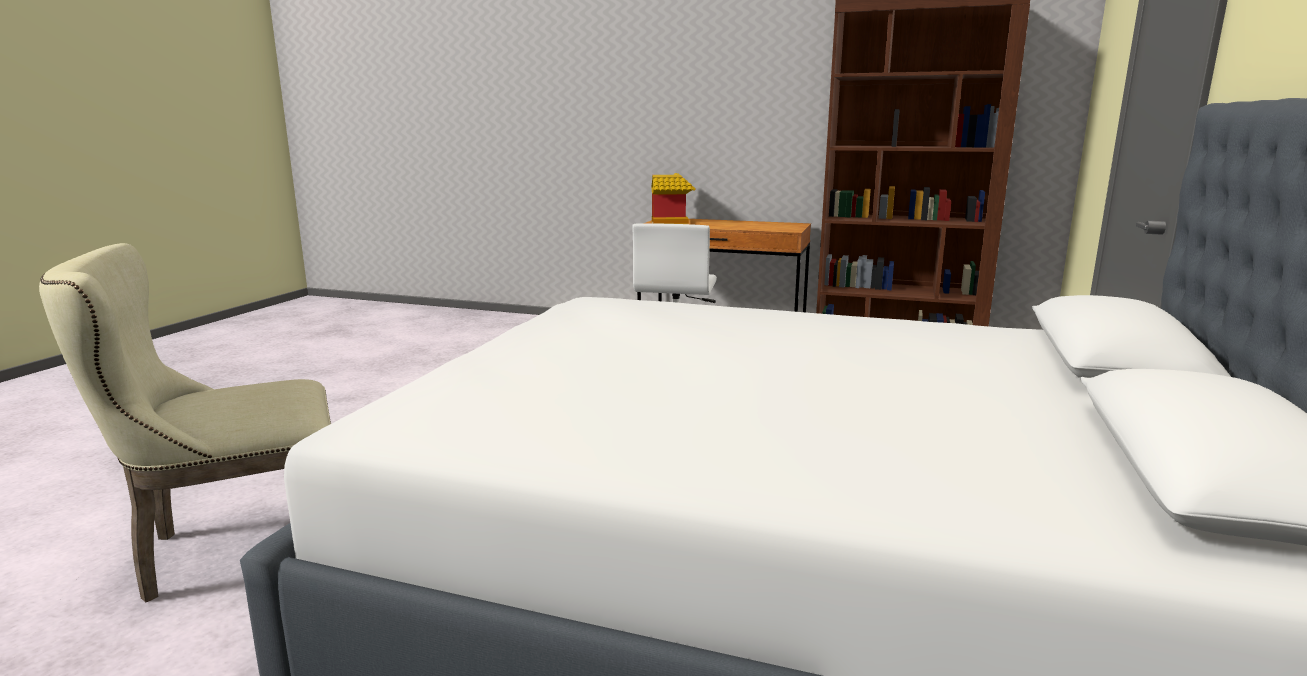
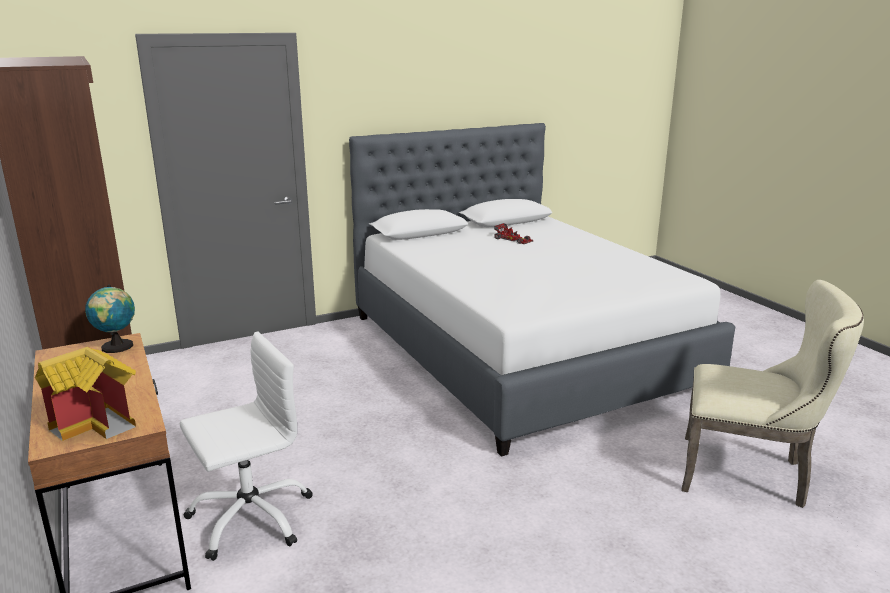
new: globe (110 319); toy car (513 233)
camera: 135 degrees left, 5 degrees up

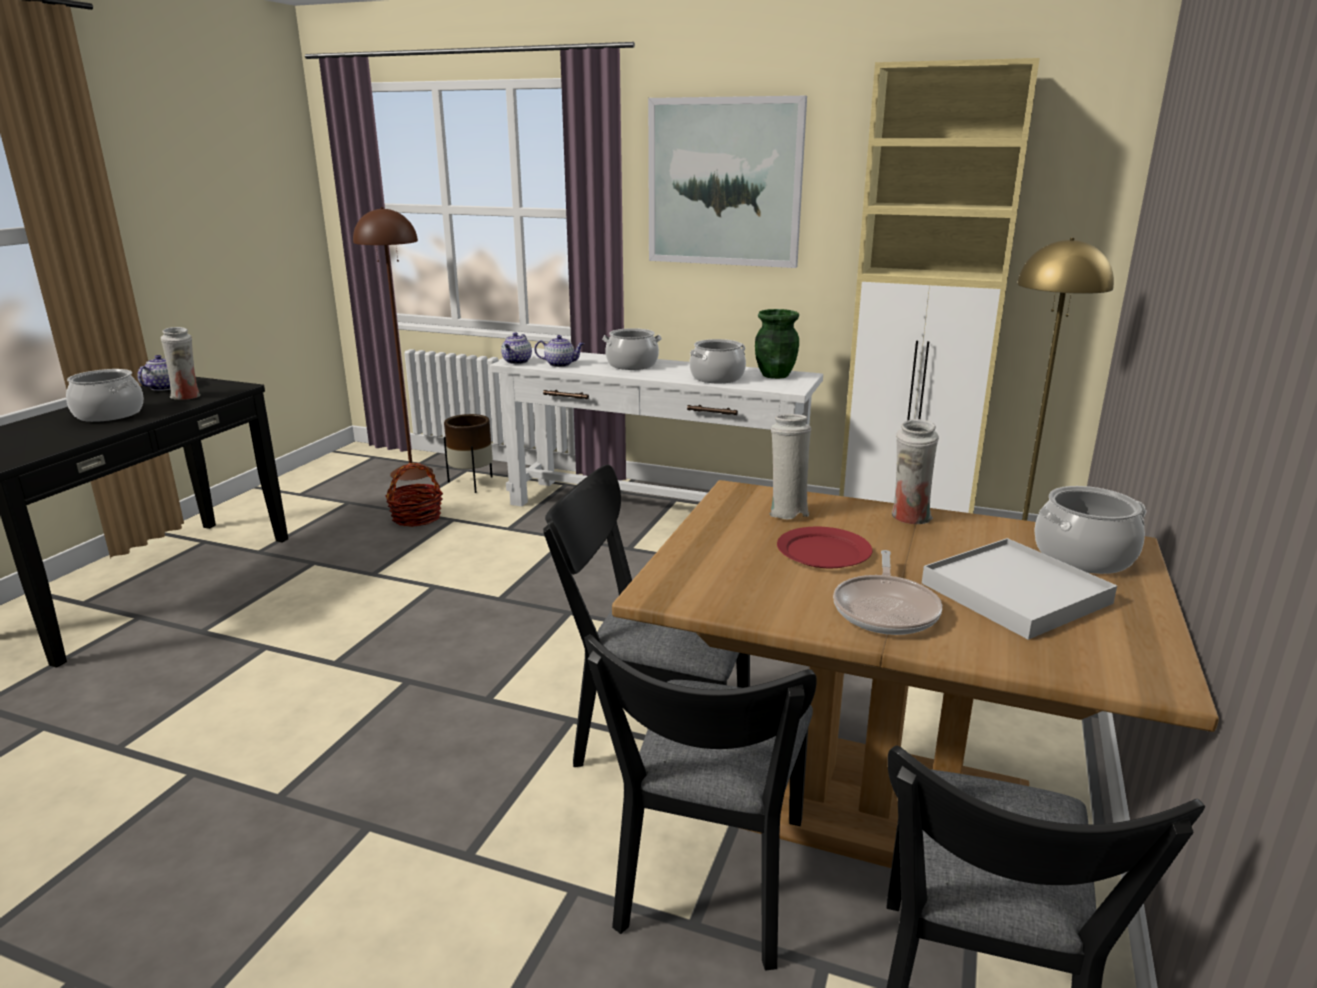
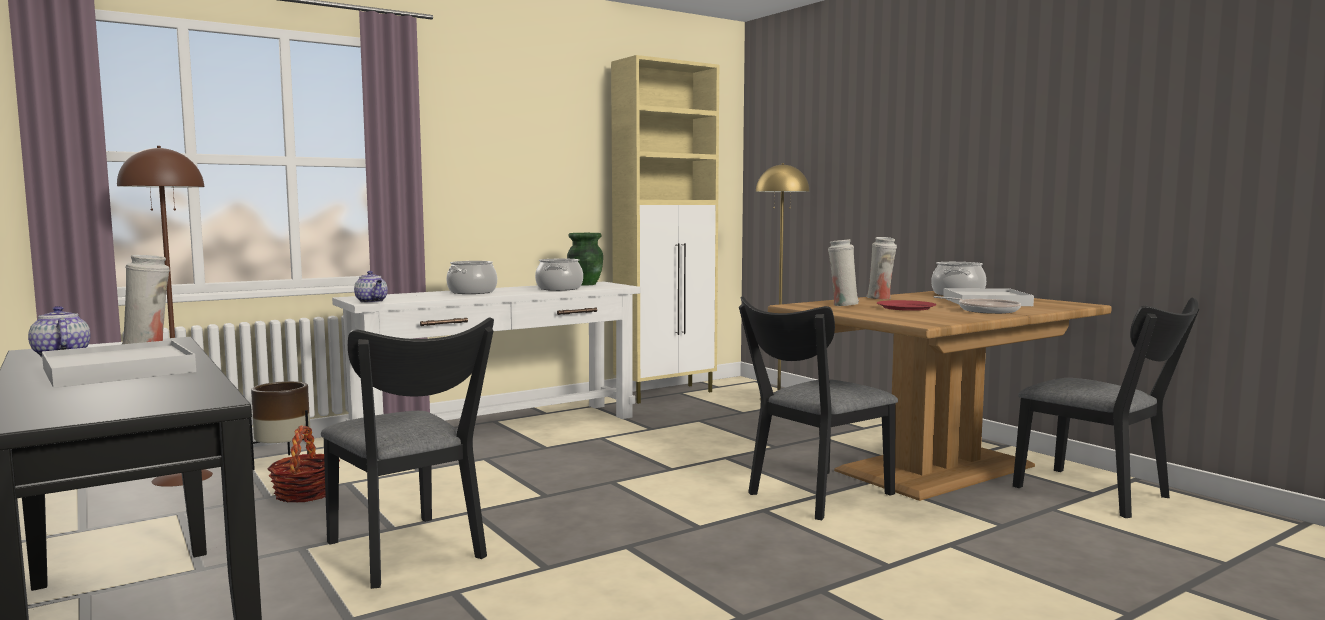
gone: teapot (560 351); picture (727 182)
shifted: black chair (700 802) to (407 453)
swapped: cooking pot (105 395) to white tray (119 364)
camera: 55 degrees left, 15 degrees down

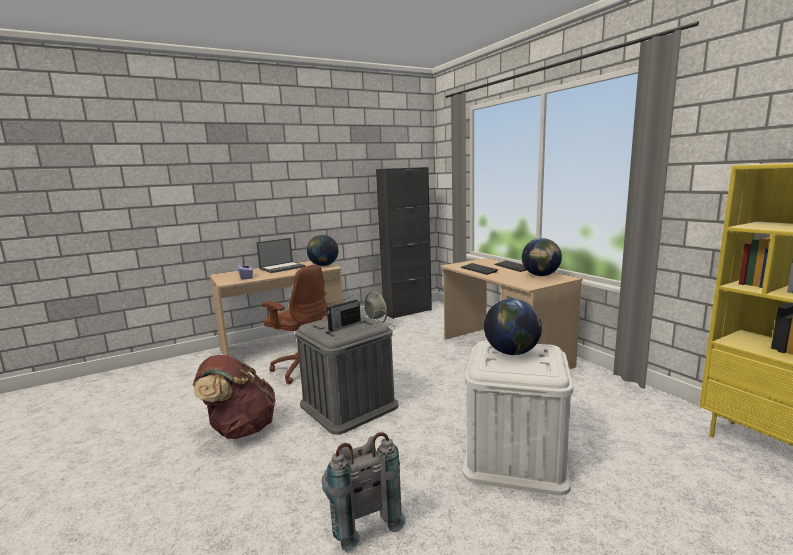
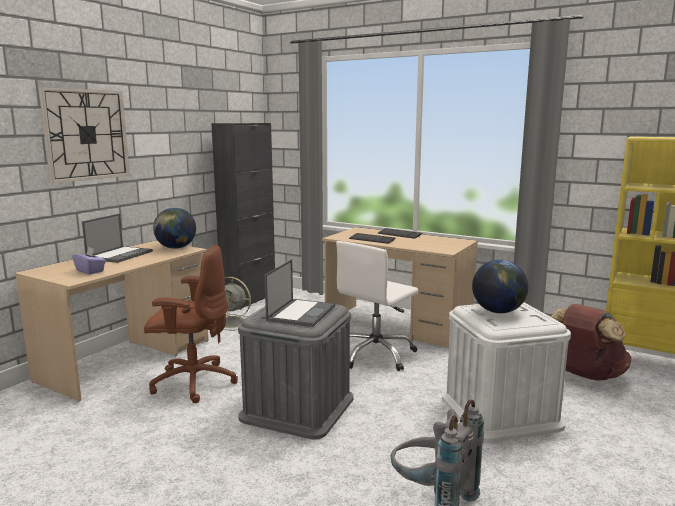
gone: globe (542 257)
new: wall clock (84 135); white office chair (377 306)
shifted: brown backpack (234 397) to (591 342)
swapped: radio (344 314) to laptop (300 293)
camera: 30 degrees left, 0 degrees up

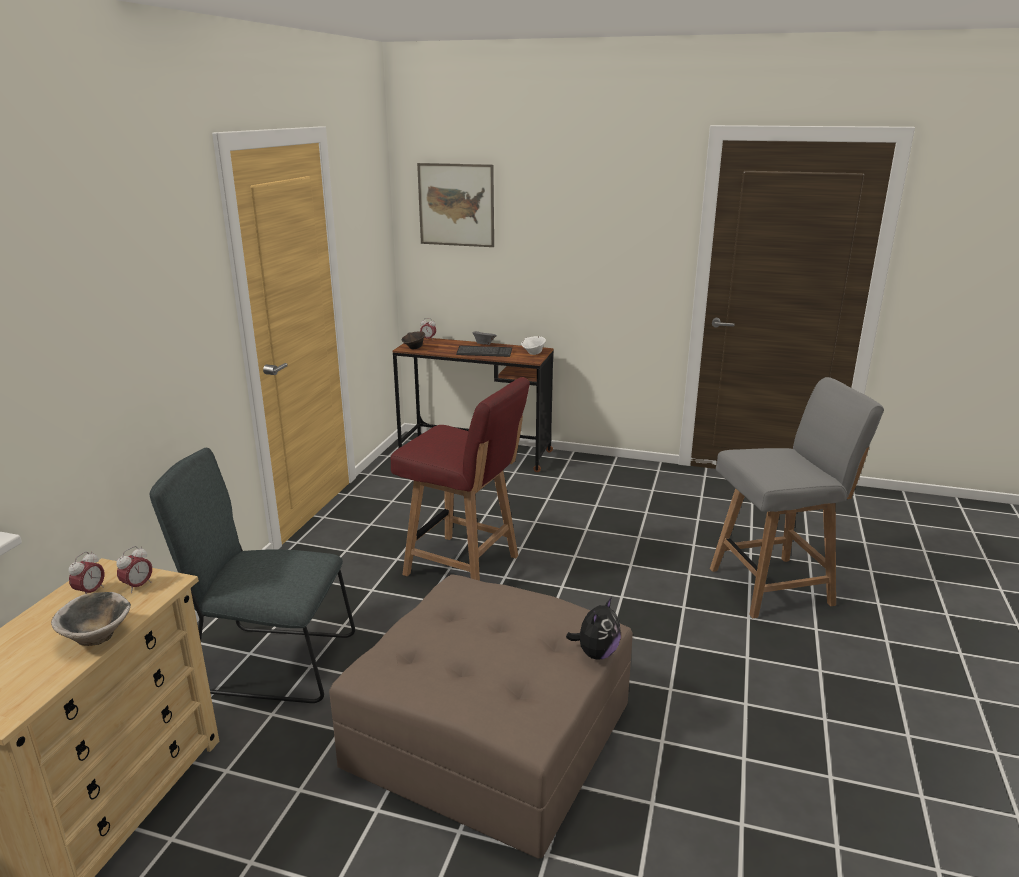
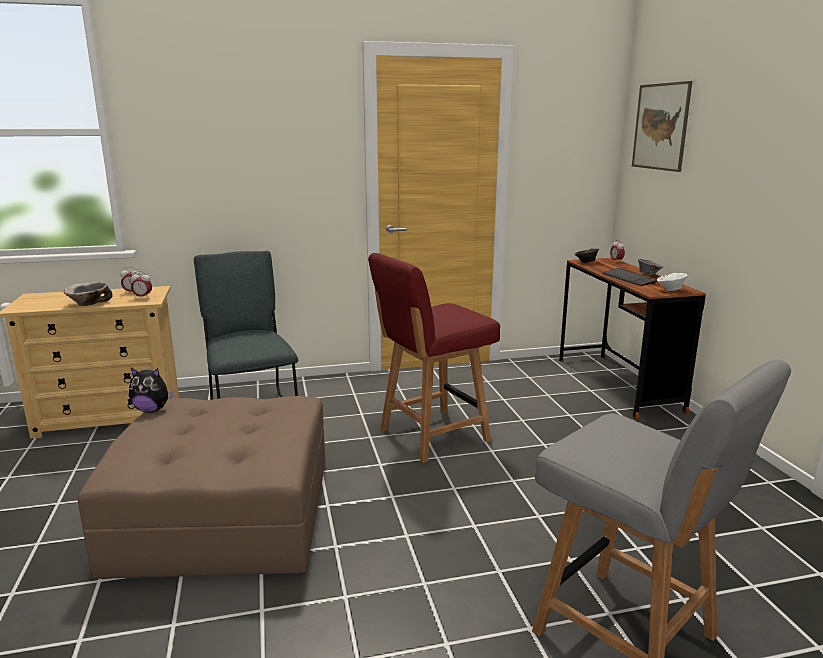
shifted: plush toy (593 628) to (152 390)
rotated: red chair (460 479) = (434 358) 60 degrees clockwise
camera: 60 degrees right, 5 degrees down

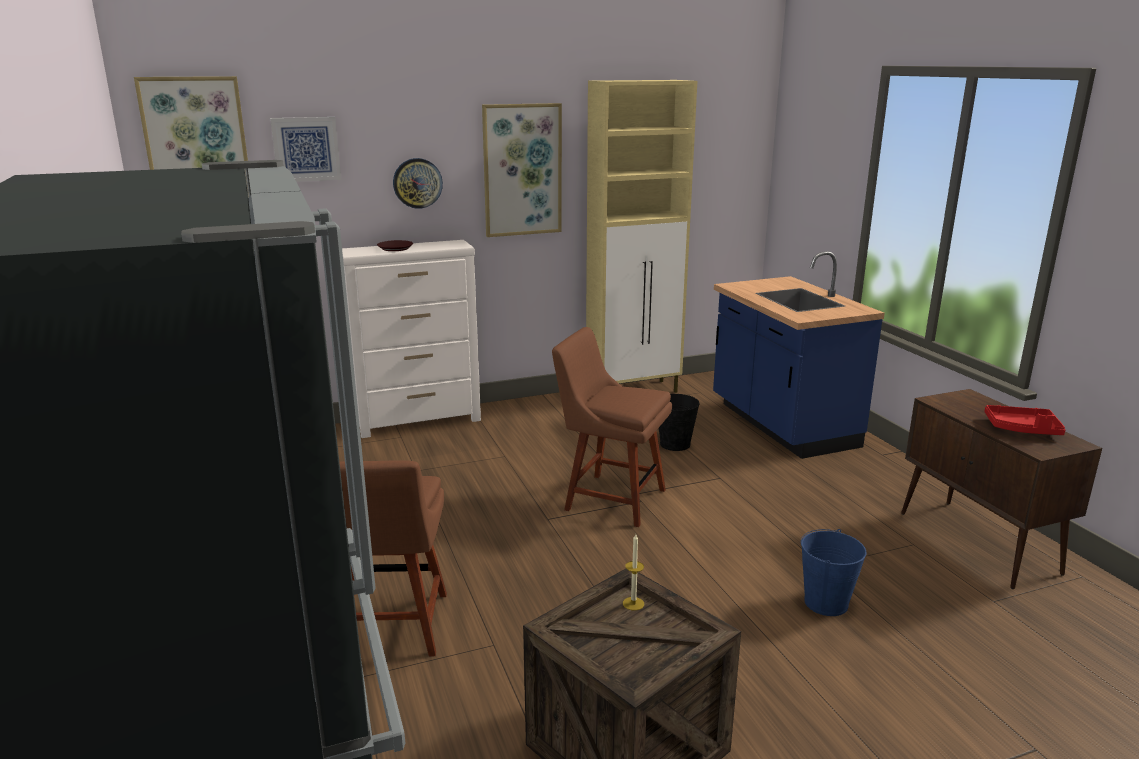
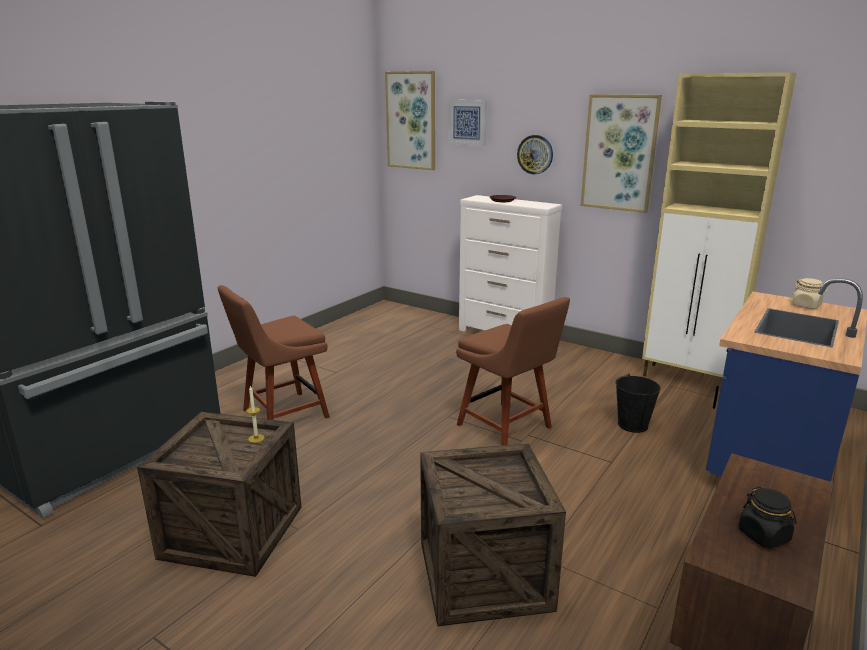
new: beige jar (810 293)
swapped: blue bucket (834 572) to crate (493 534); red tray (1025 420) to black jar (767 518)
rotated: brown chair (612 427) = (513 371) 150 degrees clockwise
camera: 55 degrees right, 0 degrees up

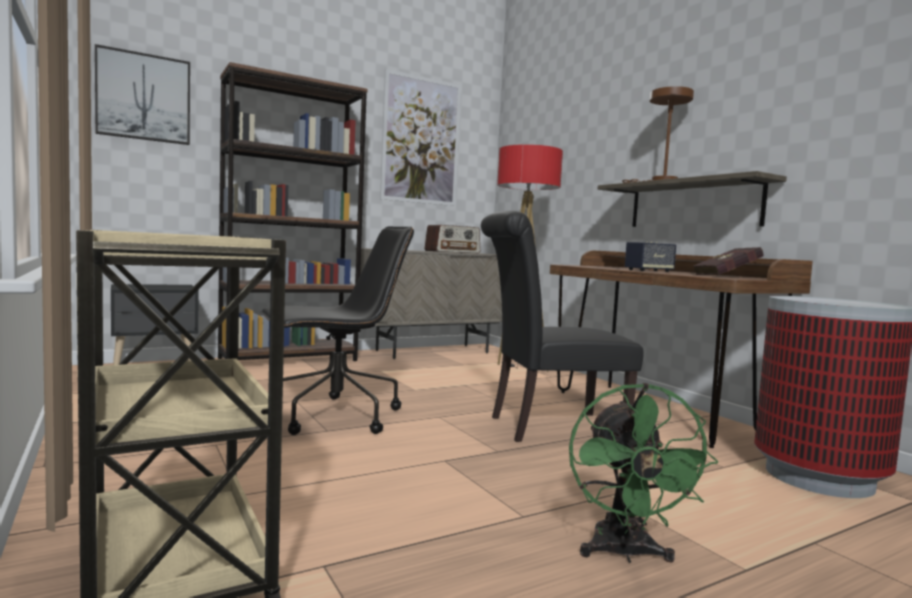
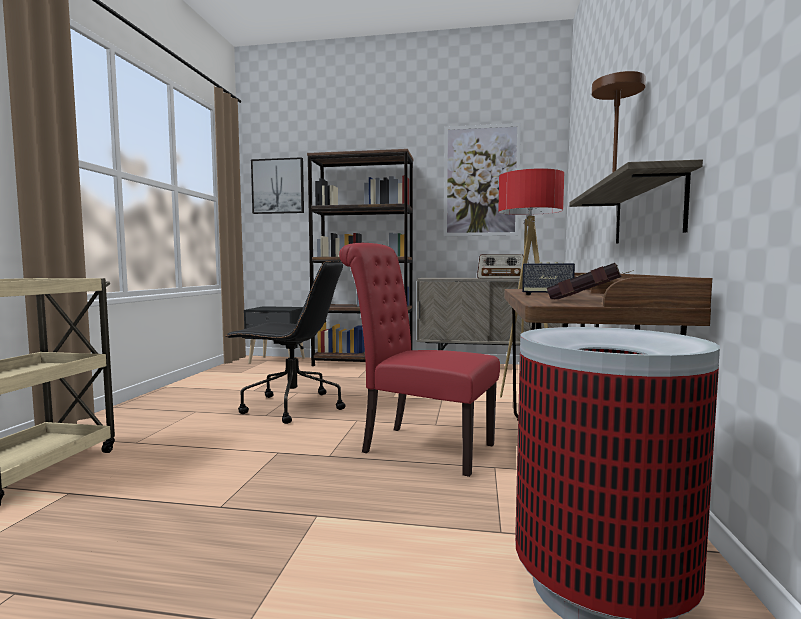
gone: green fan (643 473)
repainted: black chair (562 326) to red chair (419 360)
camera: 40 degrees right, 0 degrees up

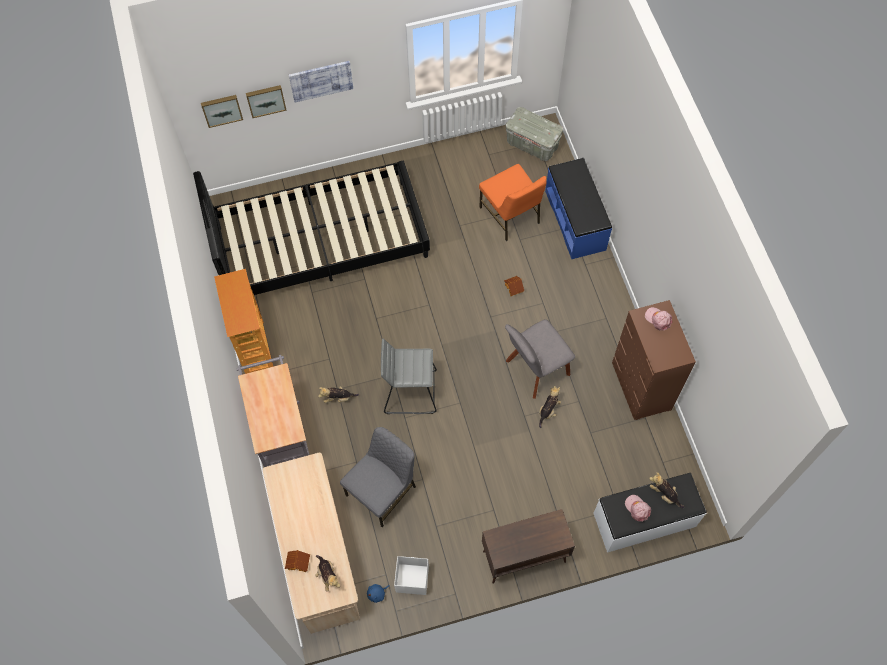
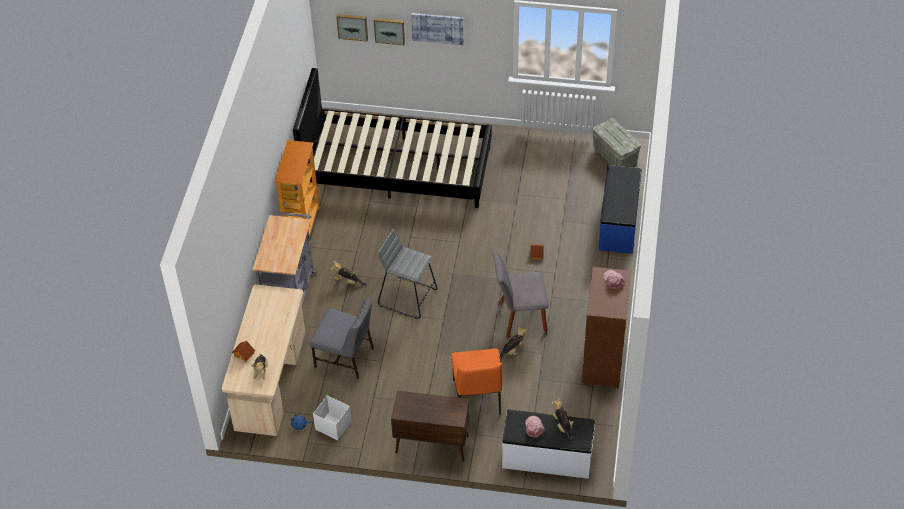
shifted: orange chair (512 202) to (477 382)
rotated: grey chair (378 477) = (341 338) 45 degrees clockwise
camera: 25 degrees right, 15 degrees down

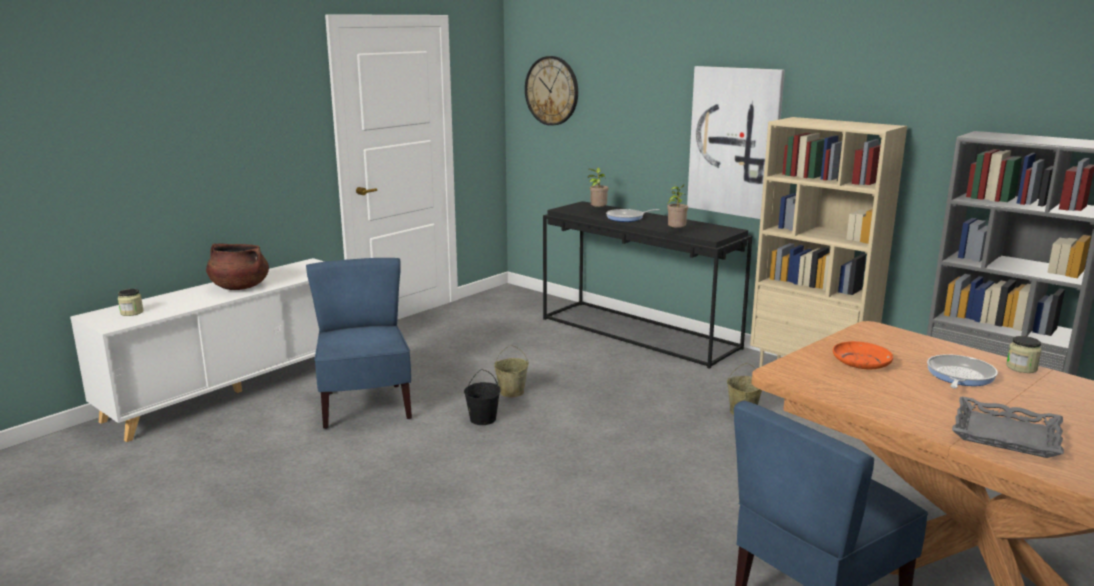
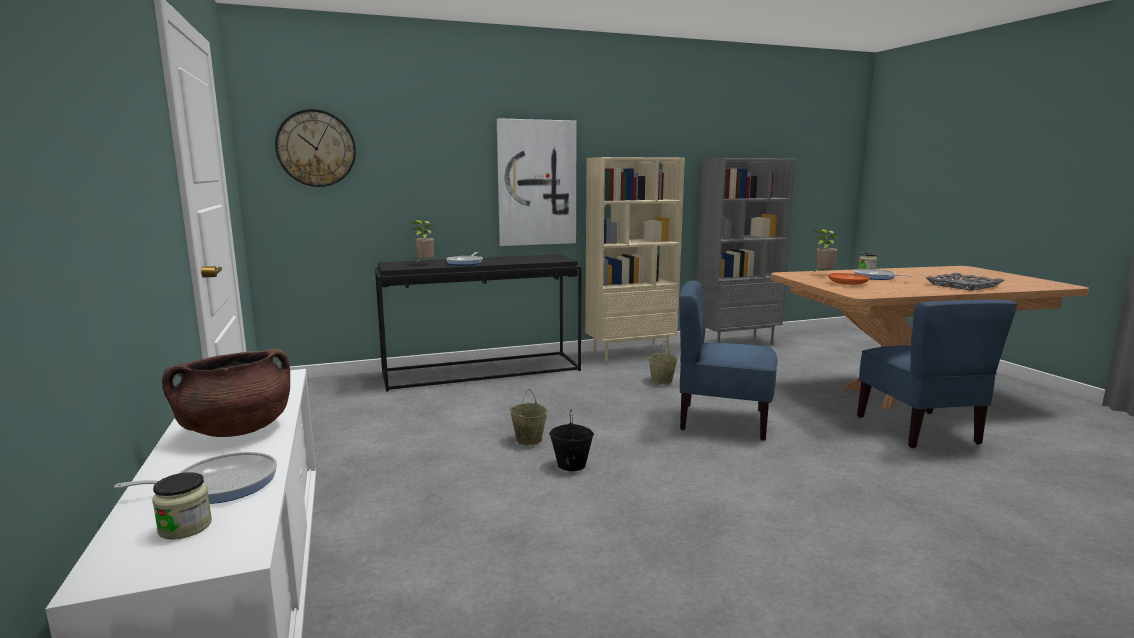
new: frying pan (195 478)
shifted: blue chair (359 343) to (728 361); potted plant (677 206) to (826 250)
camera: 60 degrees left, 5 degrees down

